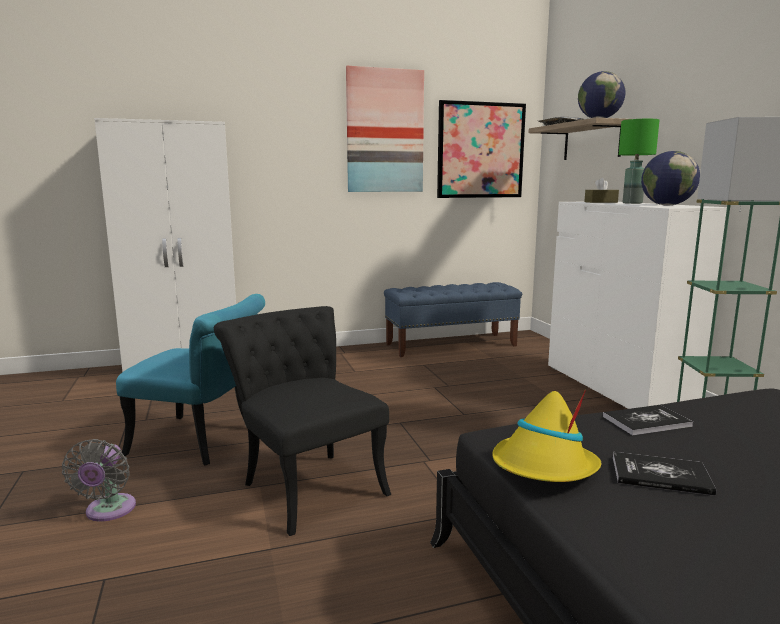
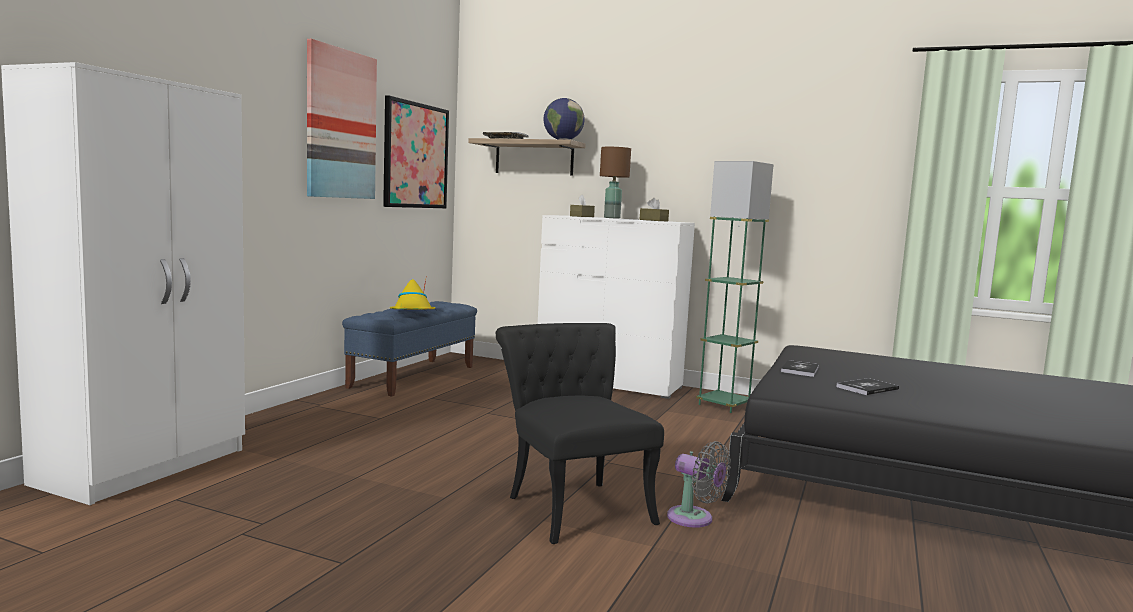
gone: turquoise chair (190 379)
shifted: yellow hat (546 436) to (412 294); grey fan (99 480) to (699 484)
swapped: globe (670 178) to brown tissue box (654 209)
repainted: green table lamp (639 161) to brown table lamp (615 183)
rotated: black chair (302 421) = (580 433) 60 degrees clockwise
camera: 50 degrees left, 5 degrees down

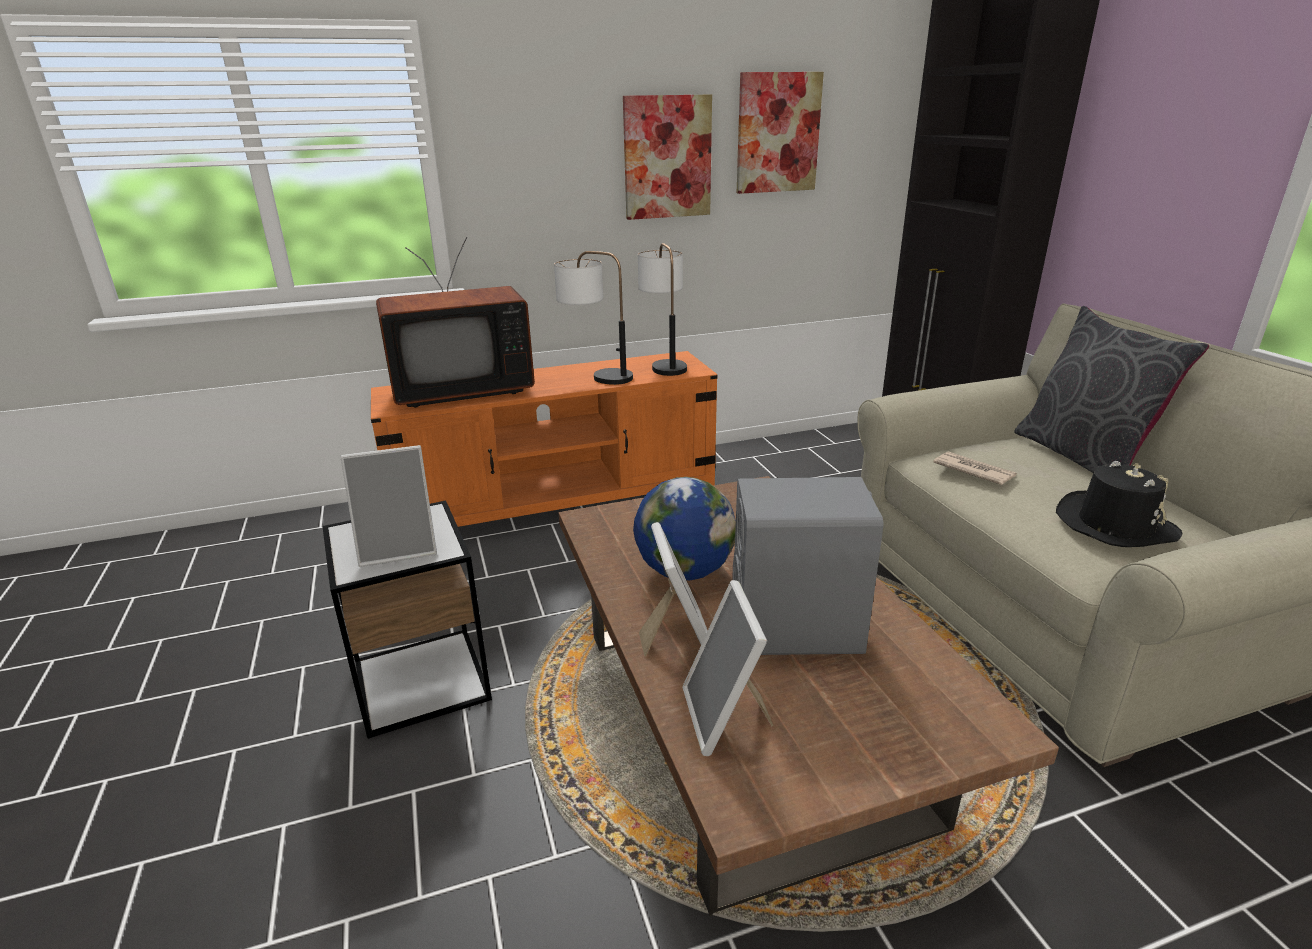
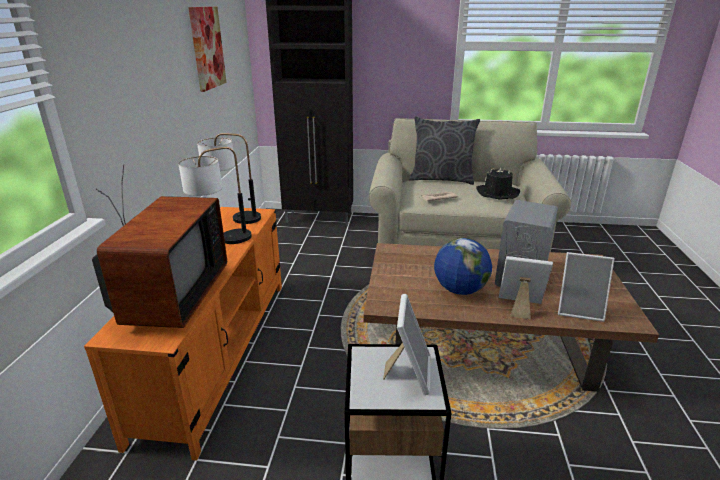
gone: picture (667 157)
camera: 65 degrees left, 0 degrees up

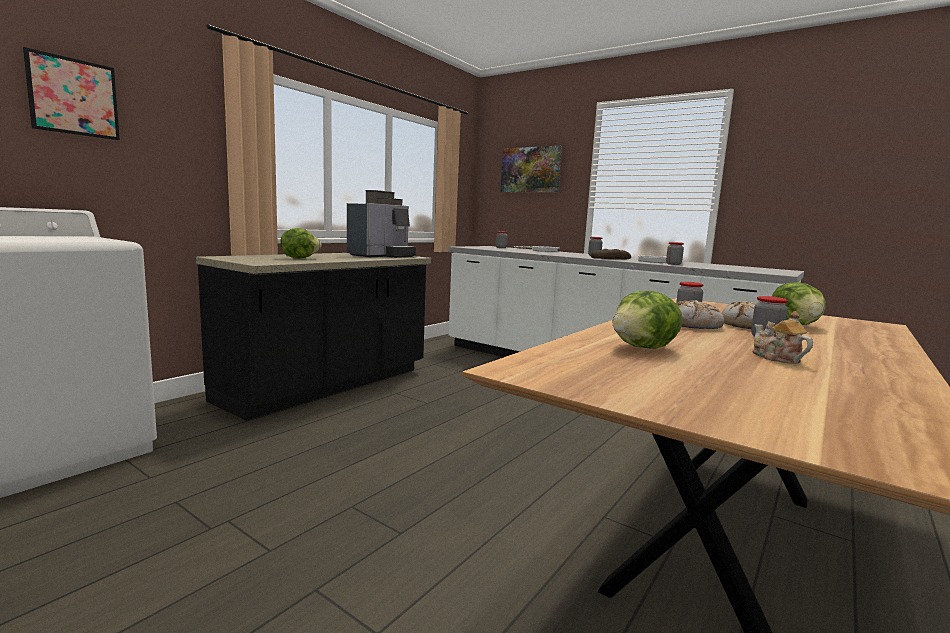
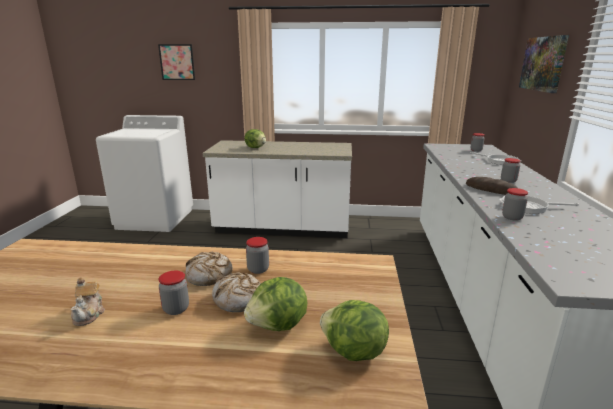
gone: coffee machine (381 224)
shifted: lettuce (648 320) to (354 330)
repainted: black counter (313 337) to white counter (277 189)
rotated: teapot (782 337) = (88 301) 135 degrees clockwise
camera: 60 degrees right, 10 degrees up

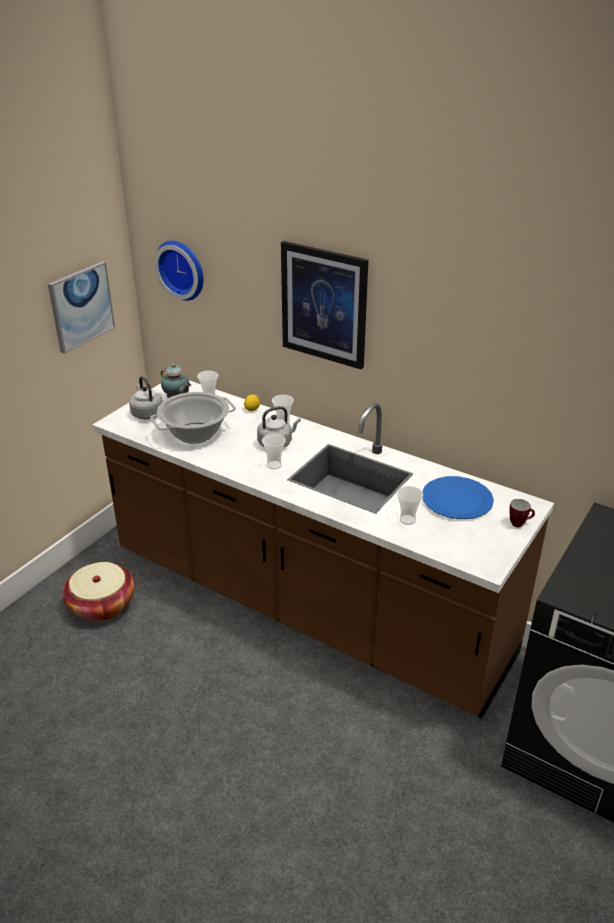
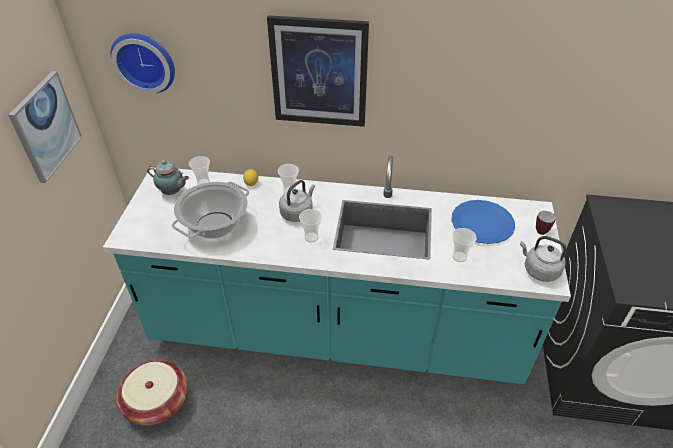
shifted: grey kettle (146 398) to (543 259)
repainted: brown counter (323 549) to turquoise counter (337 270)
camera: 25 degrees left, 10 degrees up

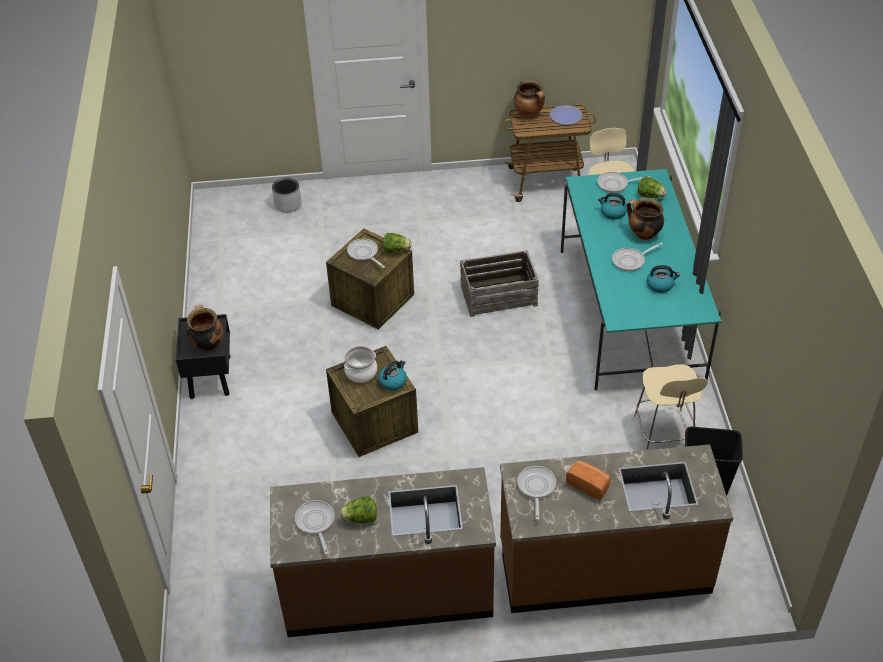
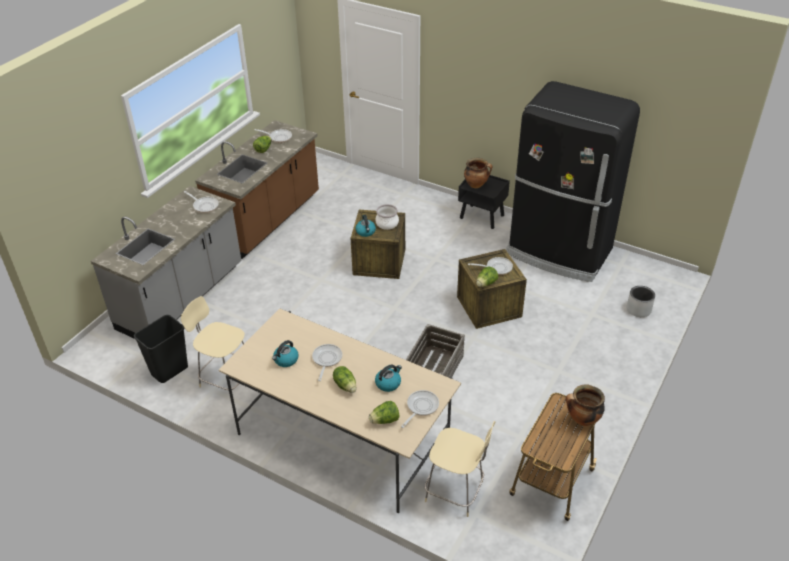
gone: plate (566 115); bread (588 480)
new: black fridge (573 181)
swapped: cooking pot (645 219) to lettuce (344 379)
repainted: brown counter (616 528) to grey counter (166 262); turquoise dining table (641 279) to beige dining table (340 410)
camera: 125 degrees right, 5 degrees down

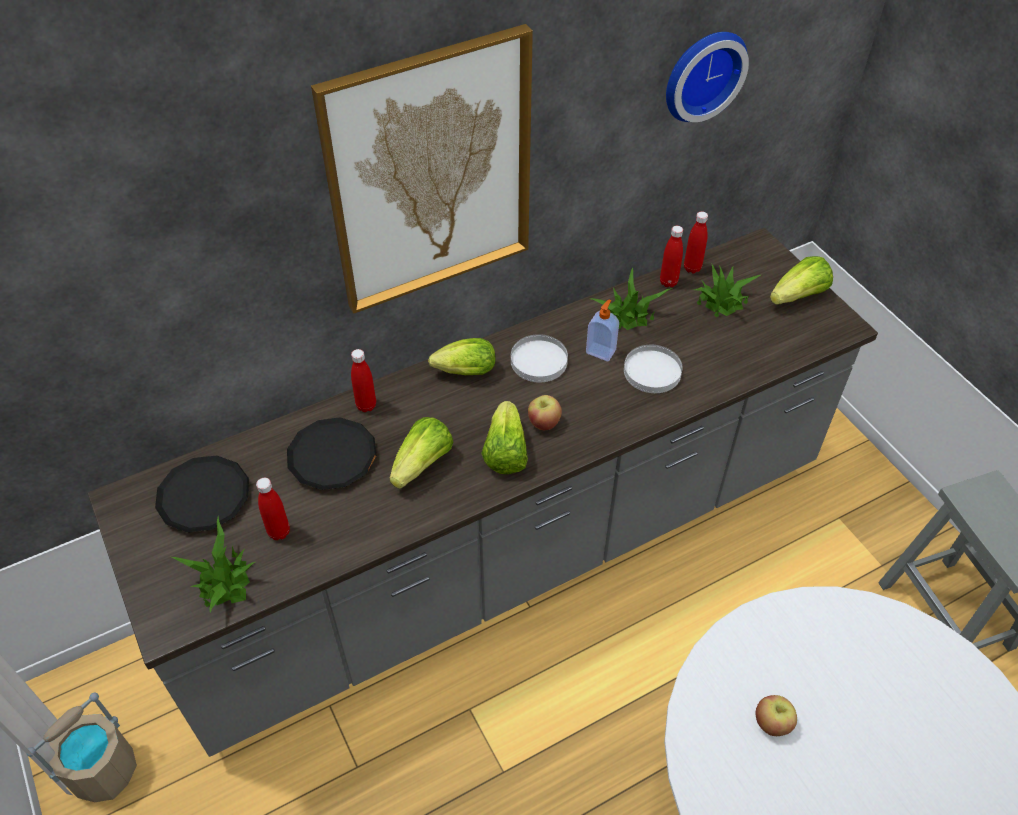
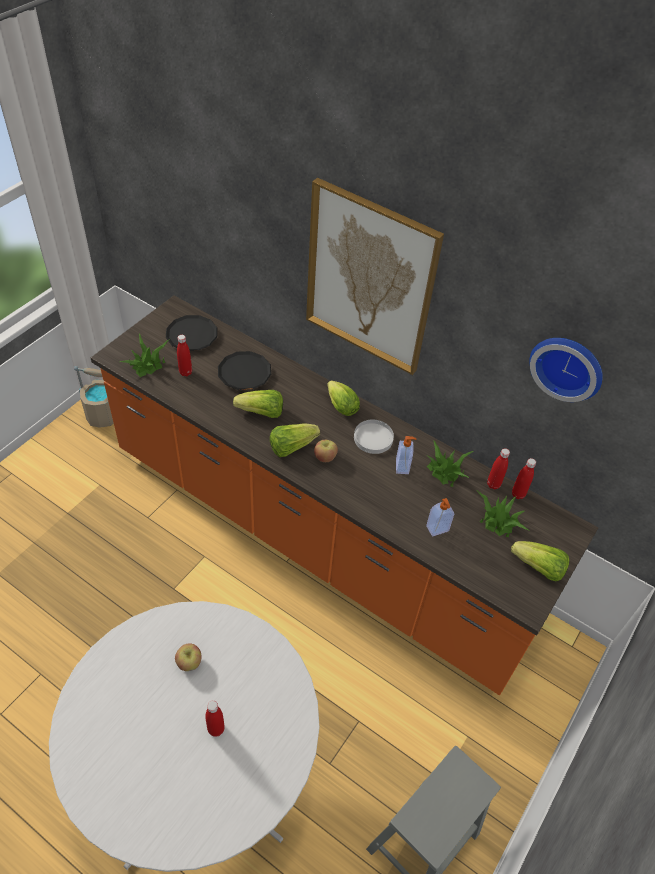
gone: white plate (653 369)
new: soap dispenser (440 517)
shifted: red bottle (363 380) to (215 718)
repainted: grey counter (483 492) to orange counter (344 495)
camera: 60 degrees right, 0 degrees up

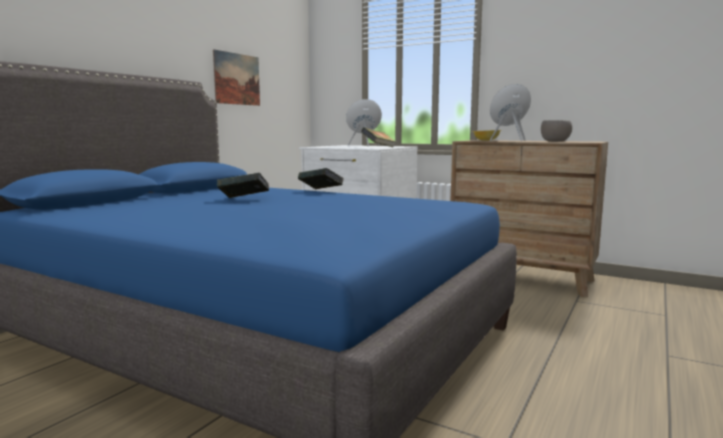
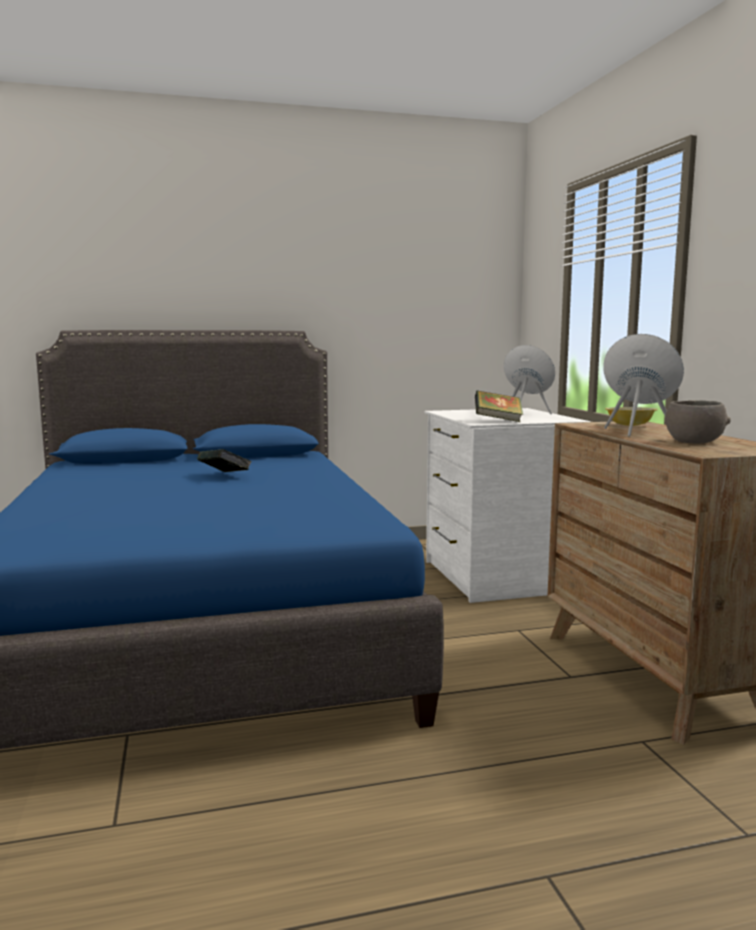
gone: picture (236 77); book (321 178)
camera: 45 degrees right, 0 degrees up

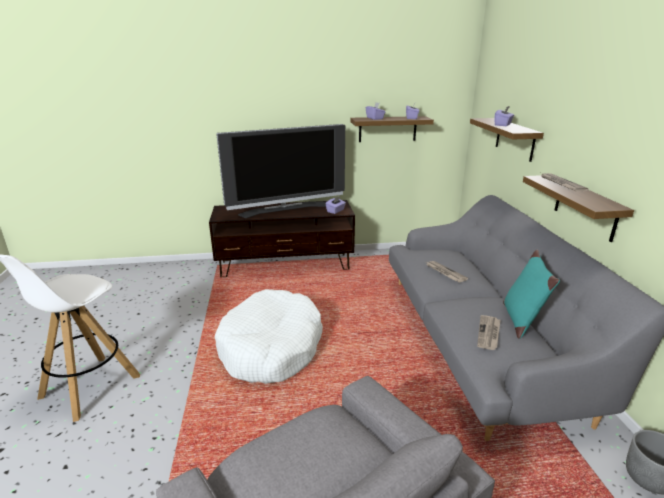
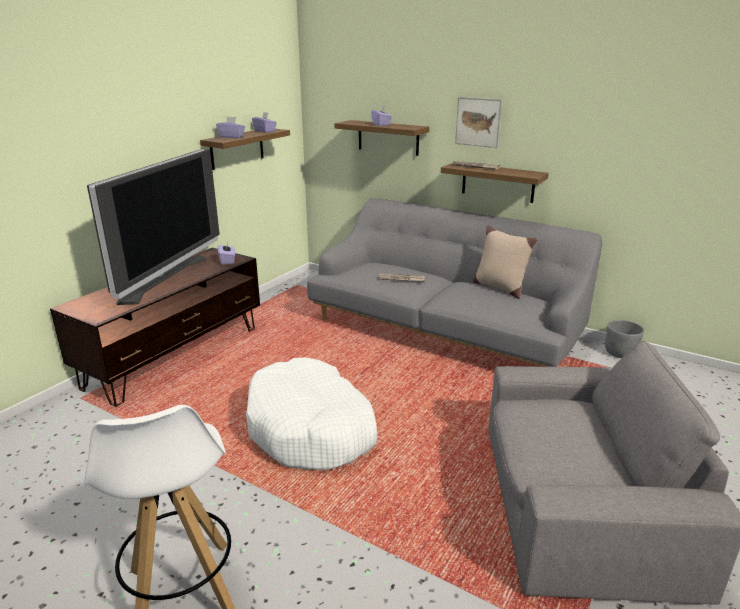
gone: newspaper (489 332)
new: picture (478 122)
repainted: turquoise pillow (531 294) to beige pillow (505 262)
camera: 50 degrees left, 0 degrees up

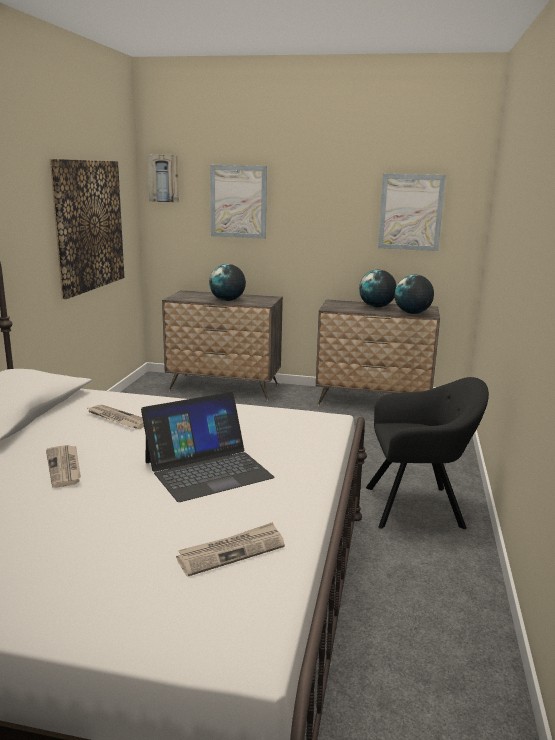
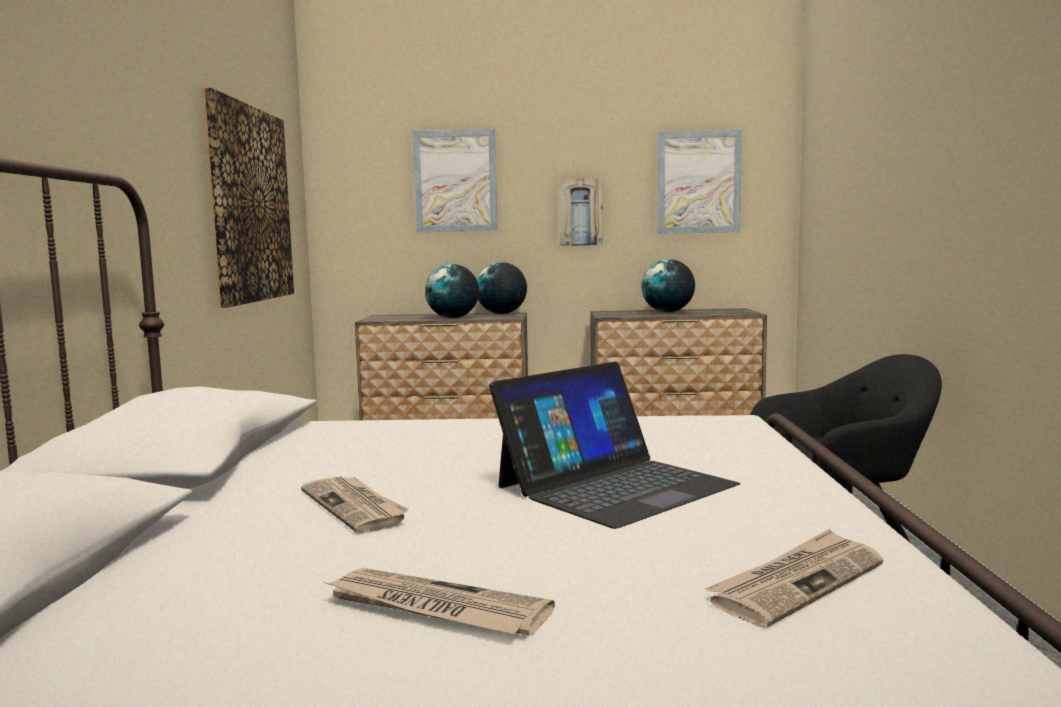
shifted: newspaper (116 417) to (439 601); globe (414 294) to (502 288); picture (163 179) to (580 212)
camera: 10 degrees left, 10 degrees down

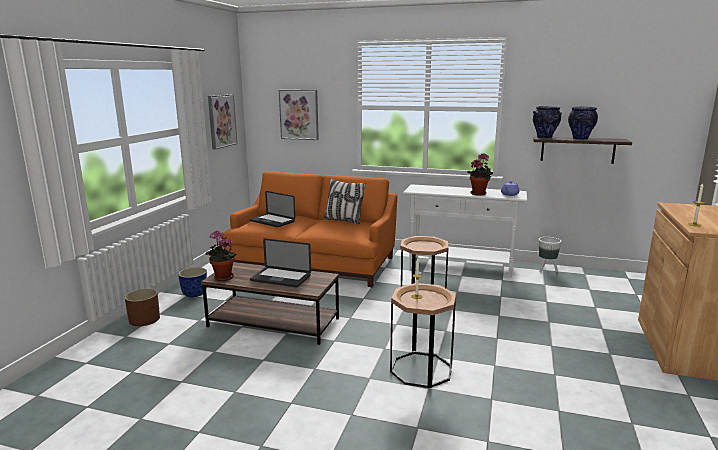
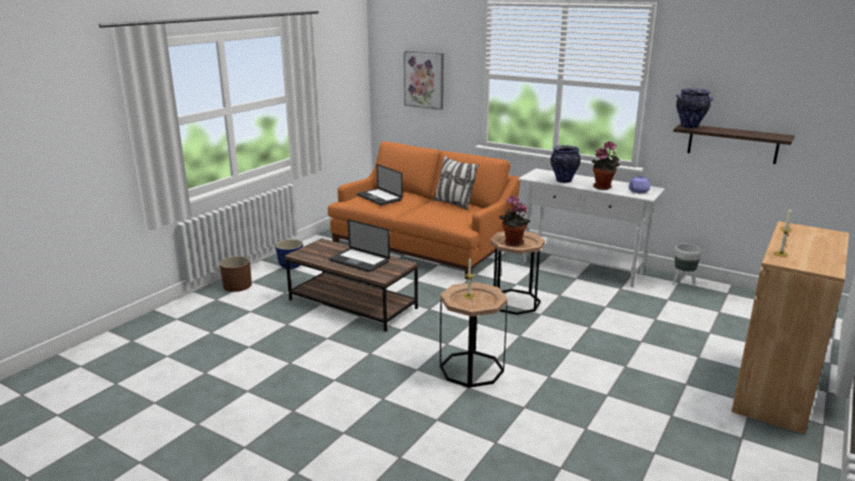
gone: picture (222 122)
shifted: potted plant (221 256) to (515 221); vase (583 123) to (565 164)
camera: 15 degrees right, 5 degrees up

